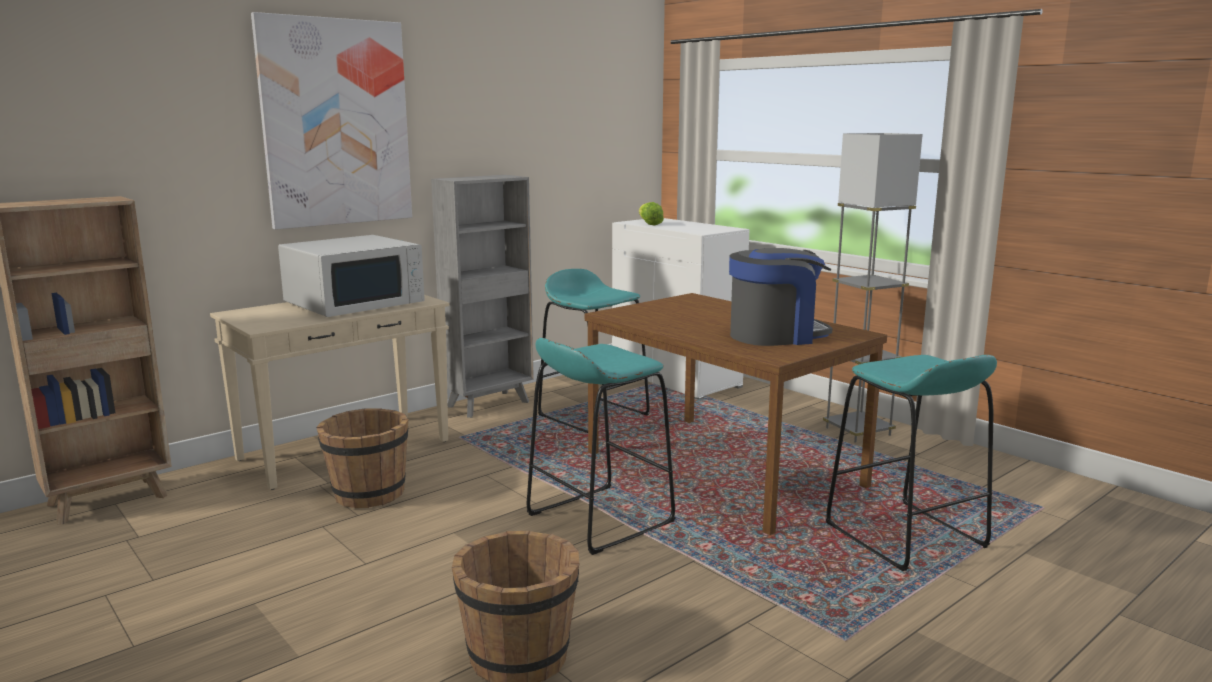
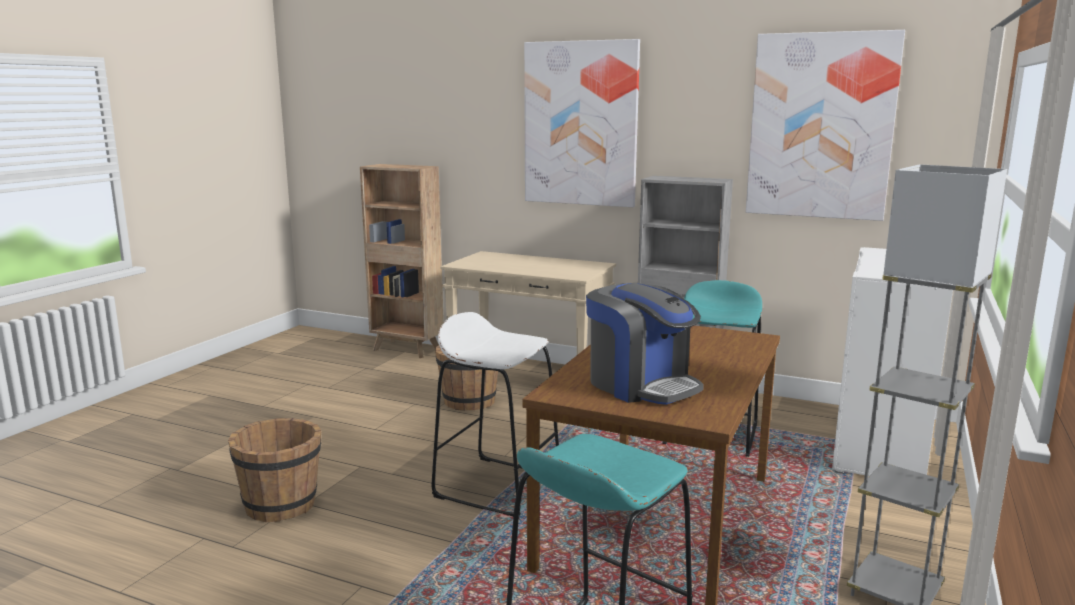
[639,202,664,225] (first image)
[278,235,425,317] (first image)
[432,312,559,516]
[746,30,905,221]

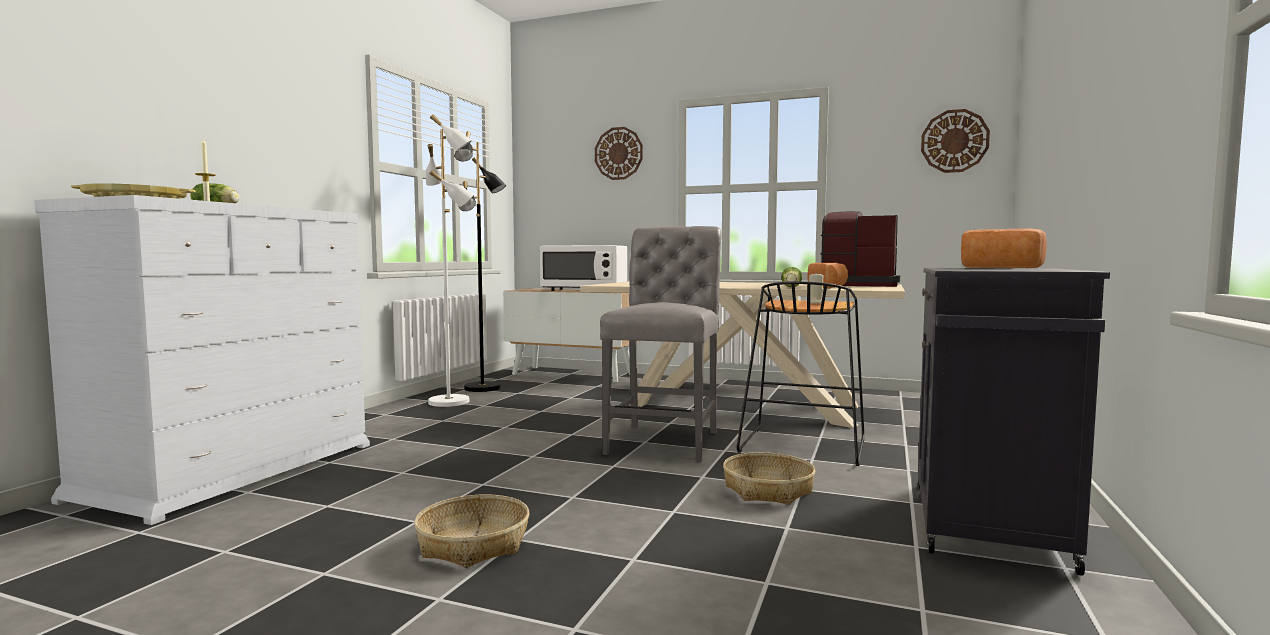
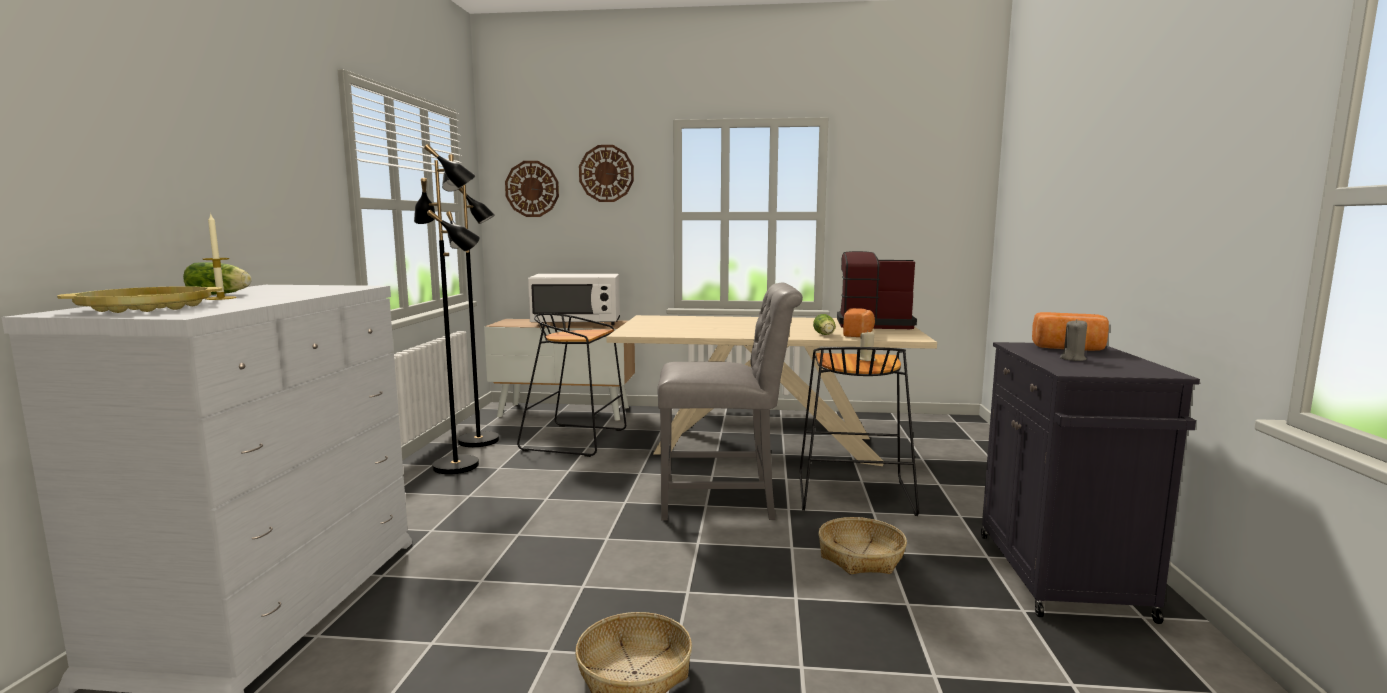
[505,161,559,217]
[414,144,480,474]
[657,283,803,520]
[517,313,626,457]
[1060,319,1087,361]

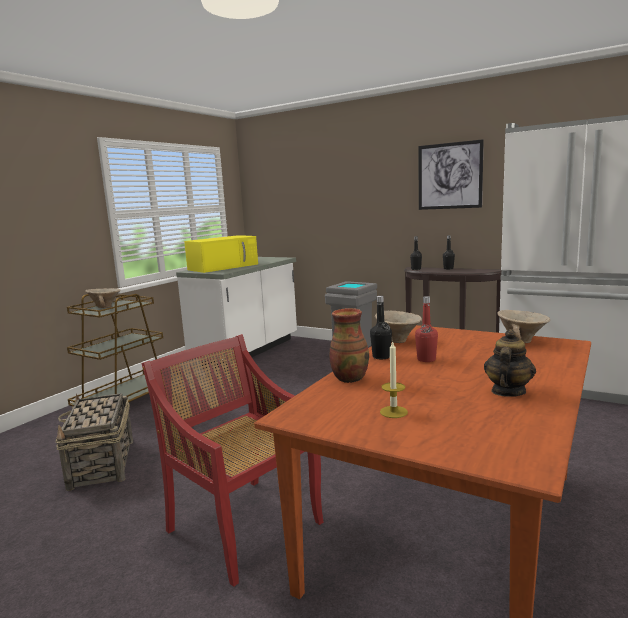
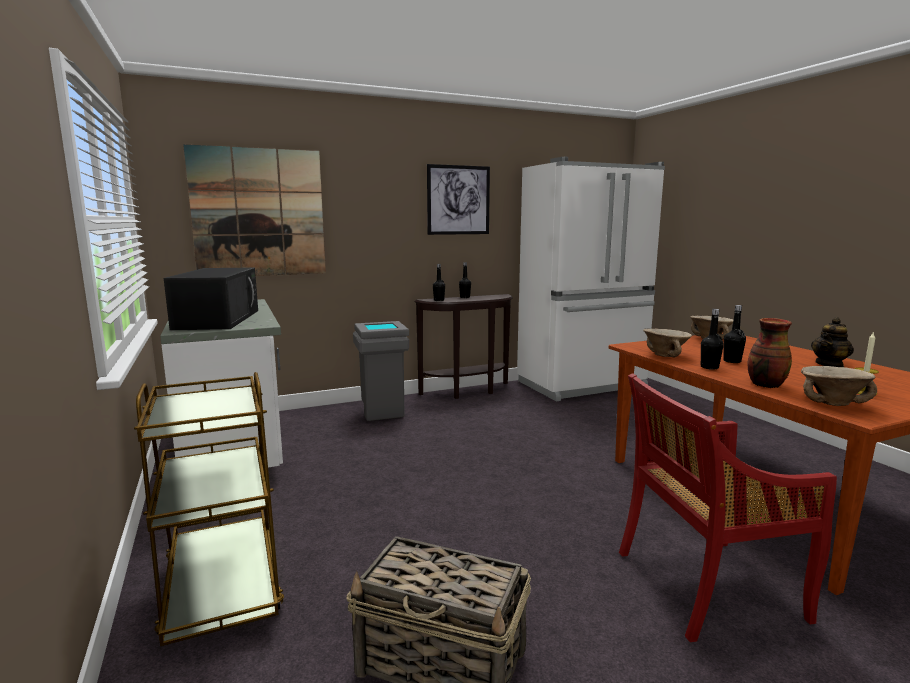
[164,268,258,330]
[801,366,877,406]
[723,305,746,363]
[811,317,854,367]
[183,144,326,276]

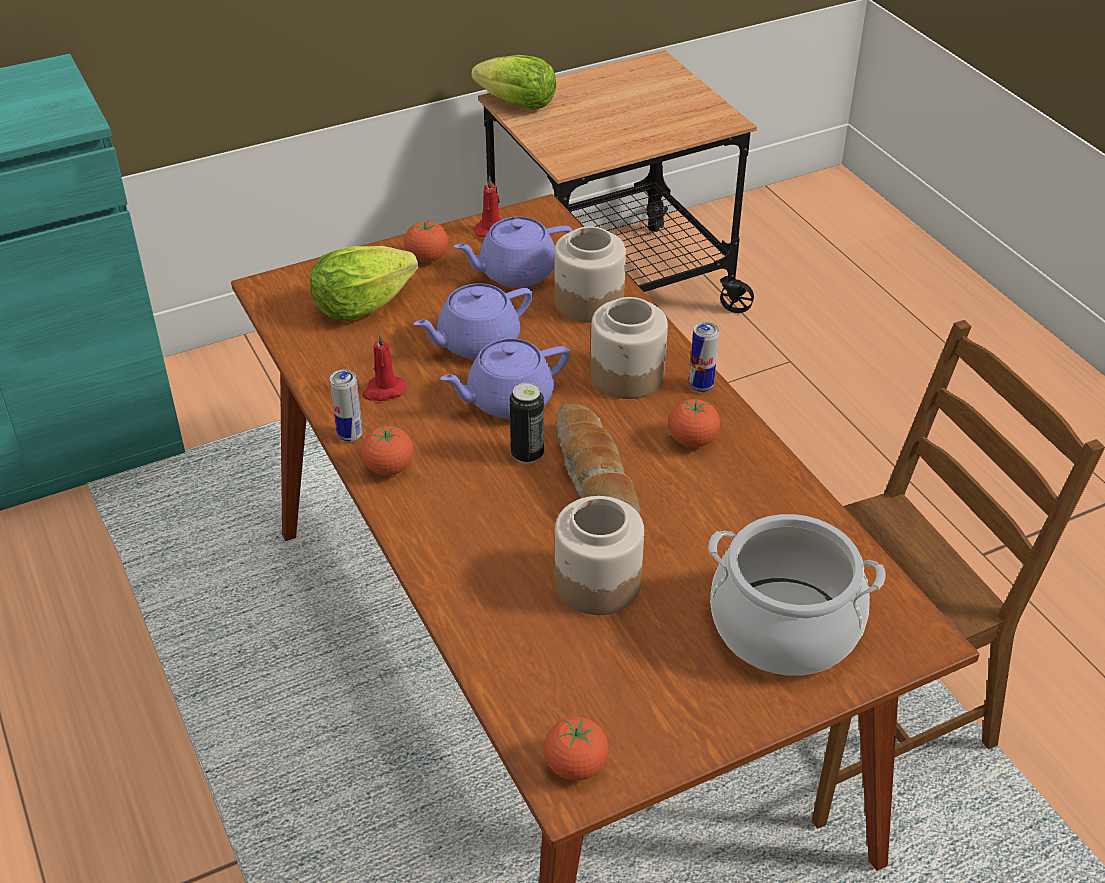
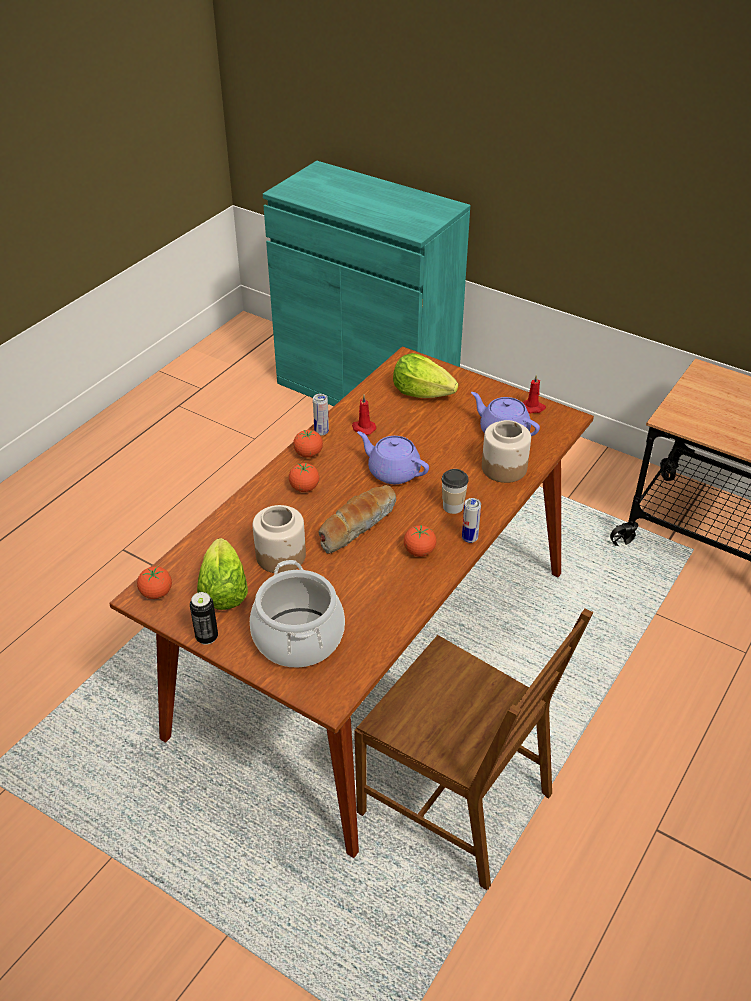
[197,538,248,610]
[289,463,319,492]
[413,283,533,360] (first image)
[442,469,468,514]
[190,592,218,645]

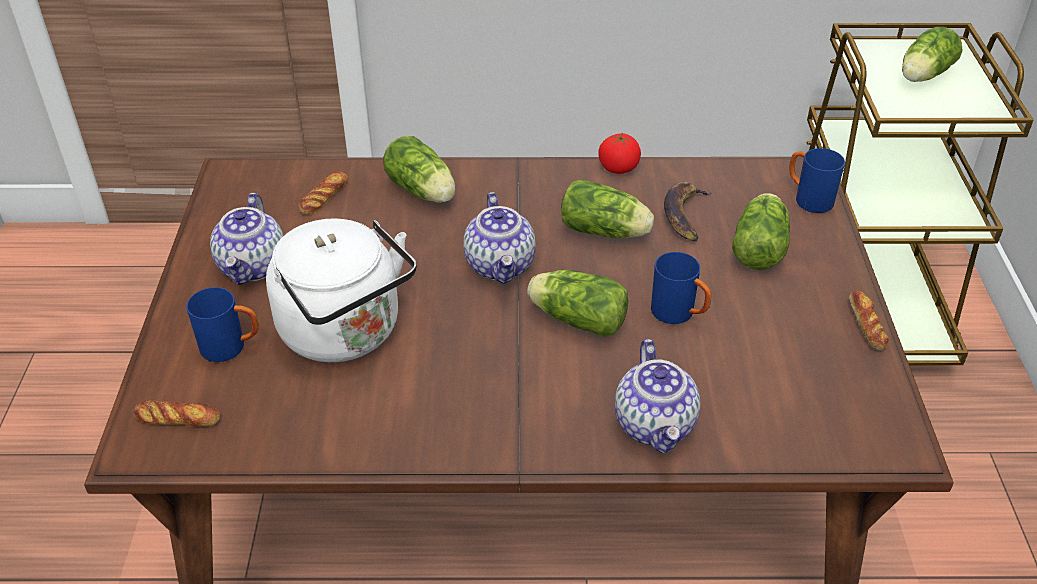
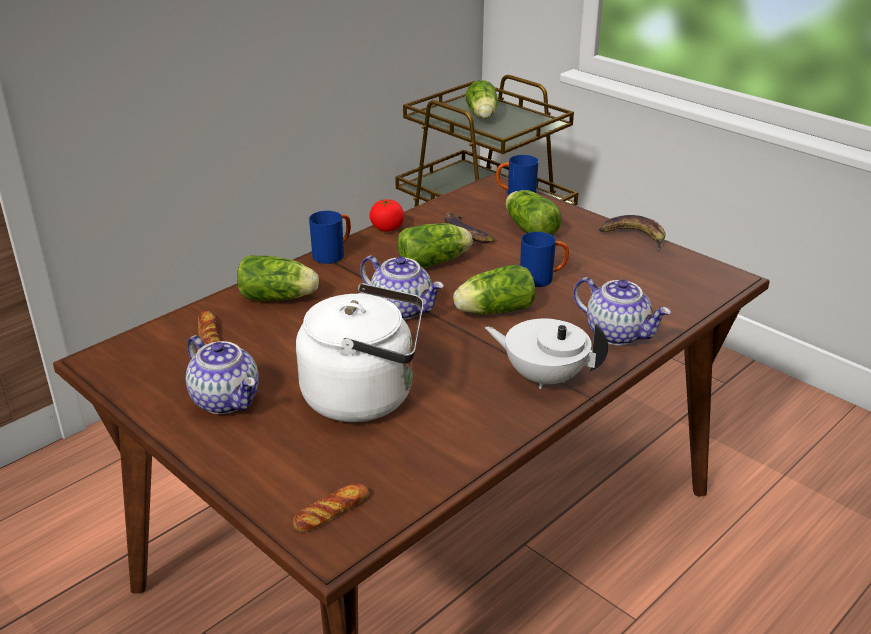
[309,211,351,264]
[599,215,665,251]
[485,318,608,389]

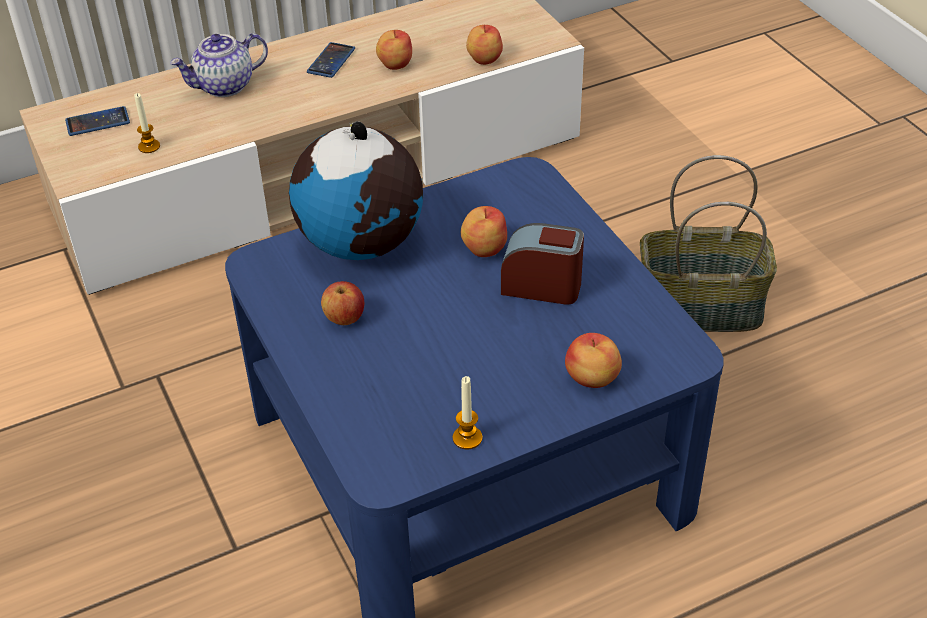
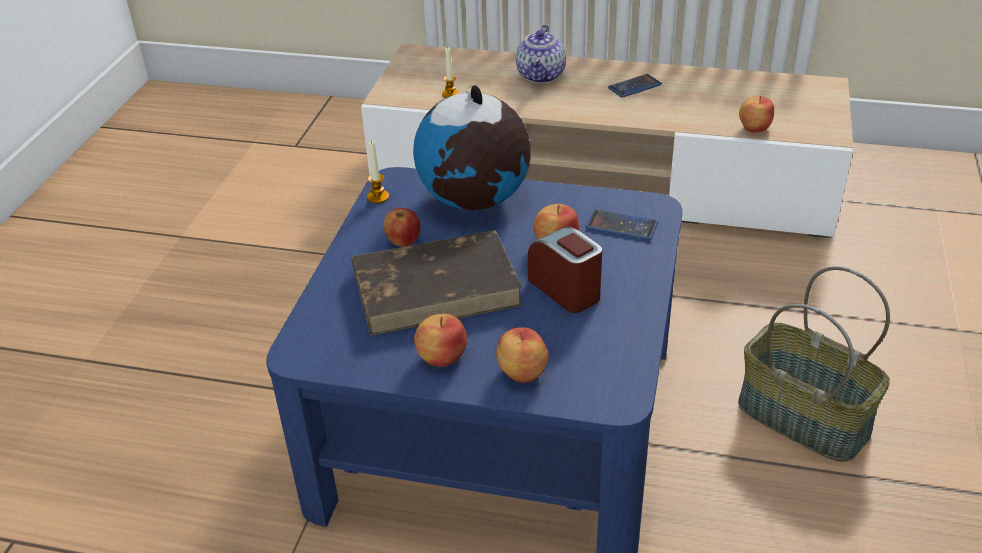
[414,314,467,367]
[516,25,566,83]
[586,209,658,240]
[367,140,389,203]
[352,230,522,336]

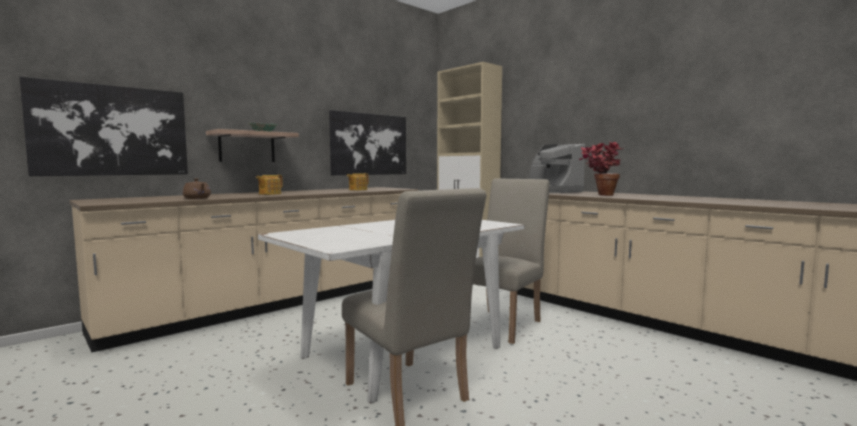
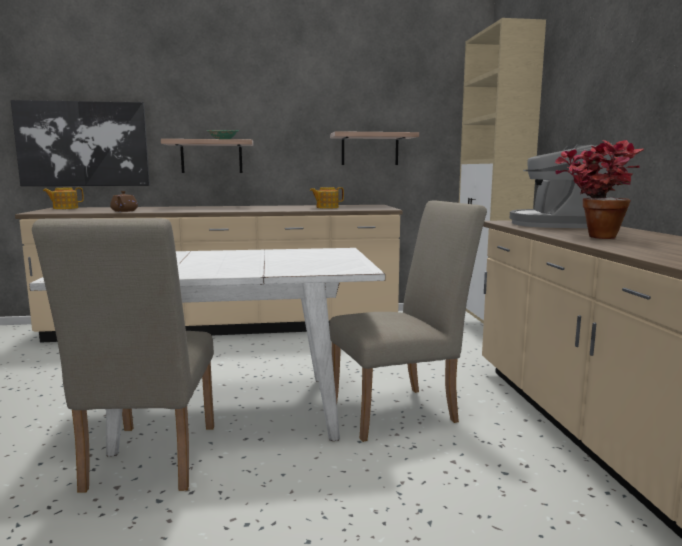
[330,131,419,165]
[43,187,84,209]

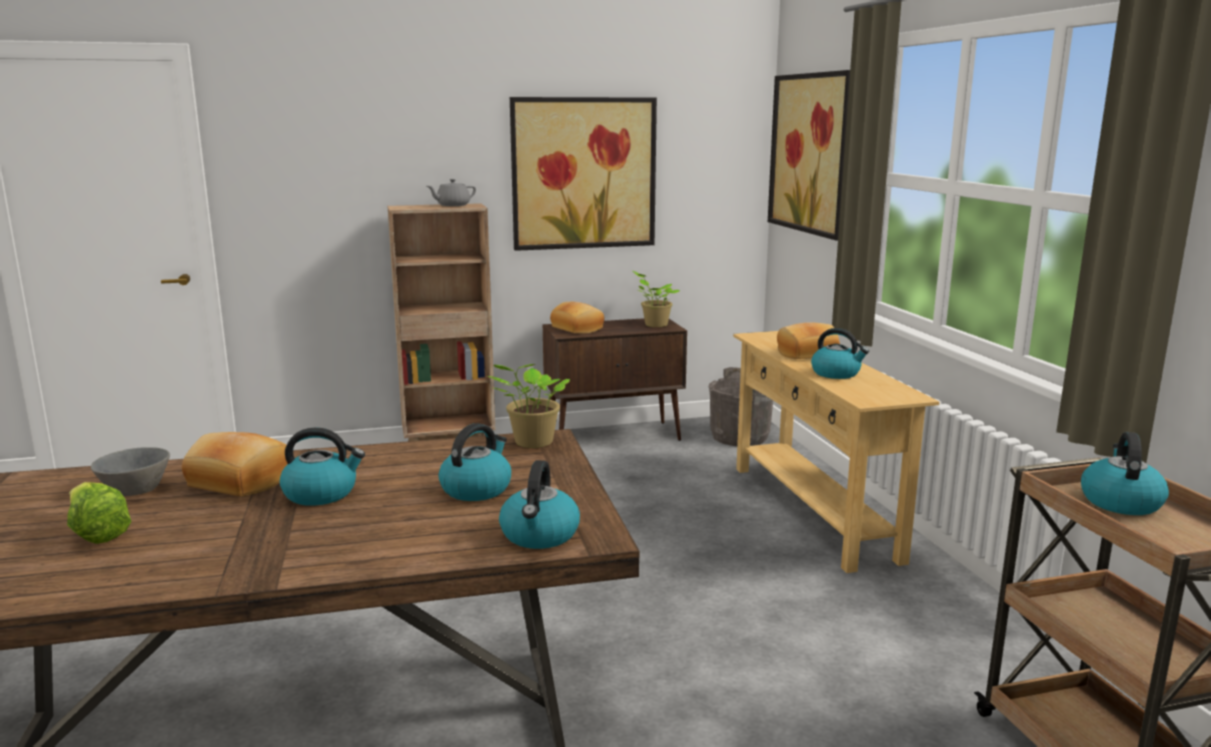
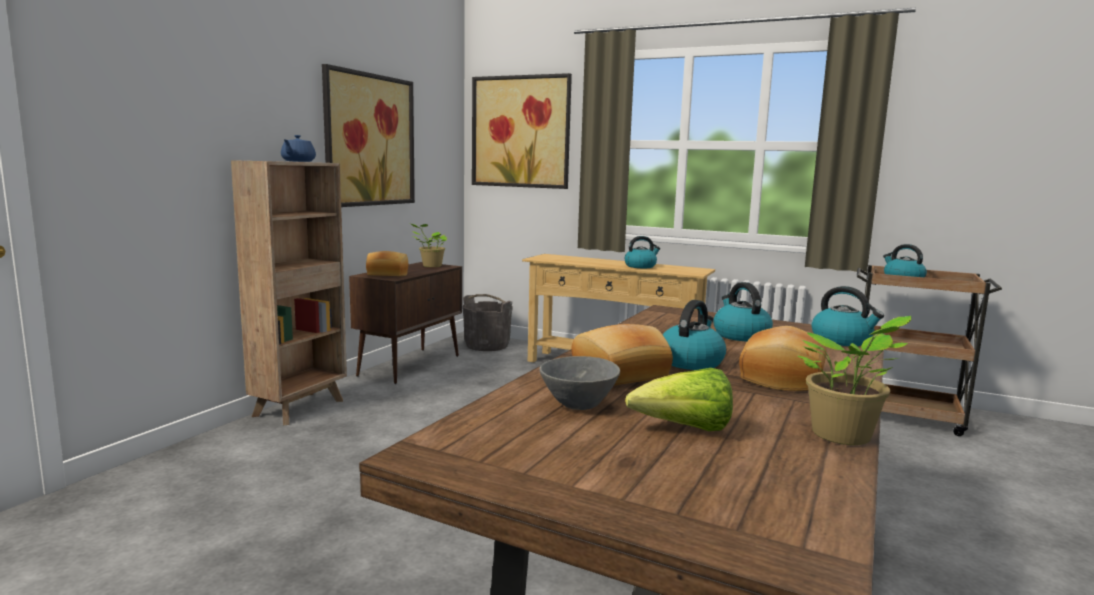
[281,135,316,162]
[739,326,826,391]
[798,316,911,445]

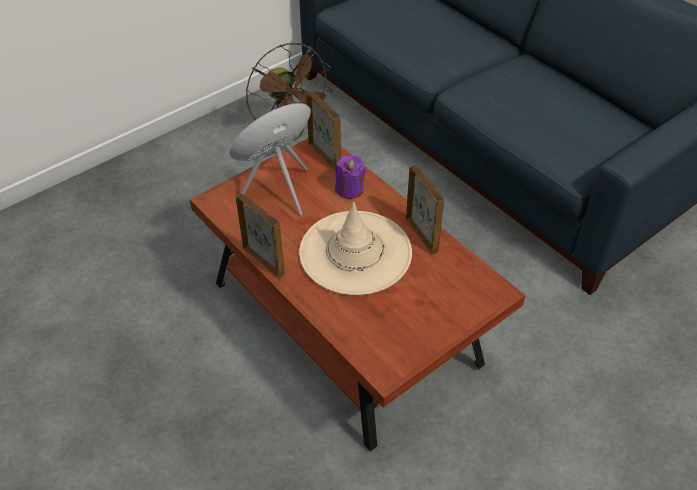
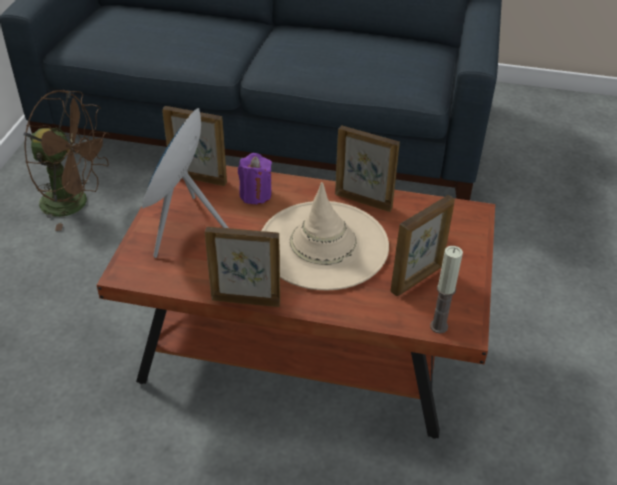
[390,195,455,296]
[430,246,463,333]

